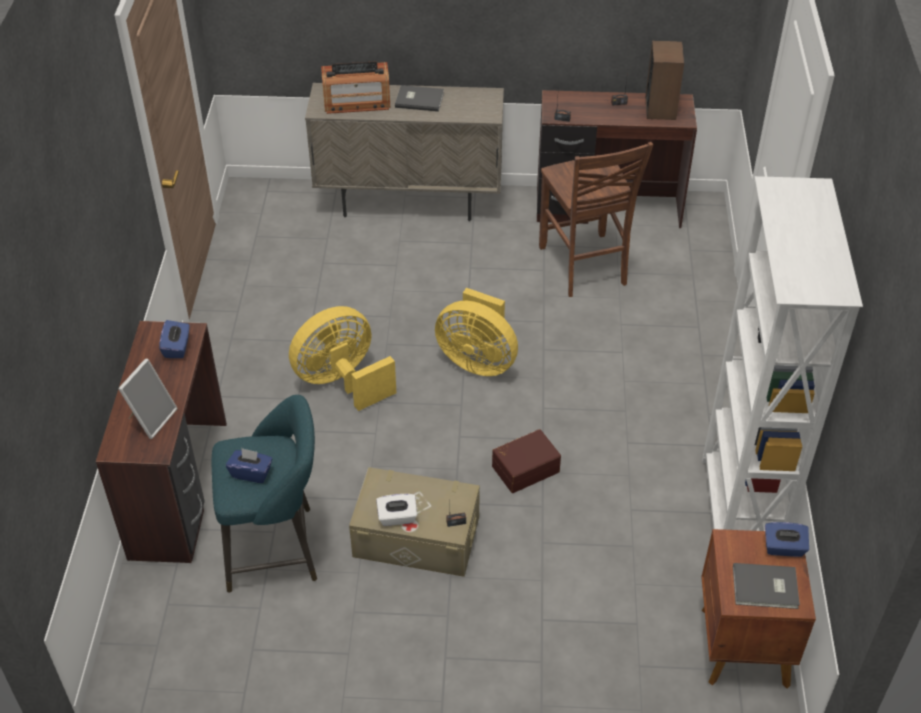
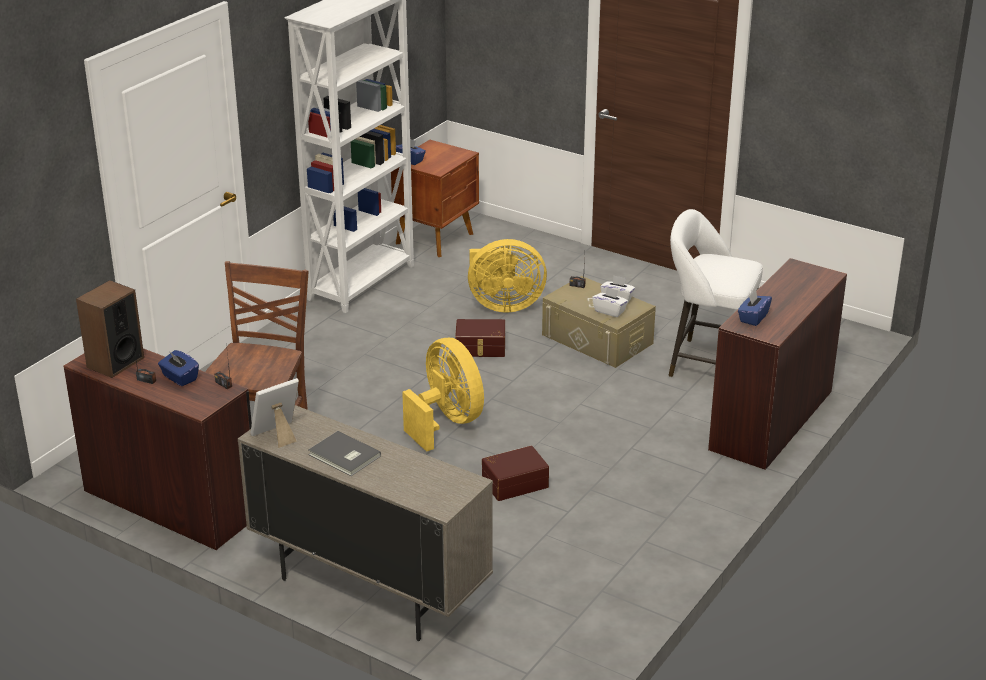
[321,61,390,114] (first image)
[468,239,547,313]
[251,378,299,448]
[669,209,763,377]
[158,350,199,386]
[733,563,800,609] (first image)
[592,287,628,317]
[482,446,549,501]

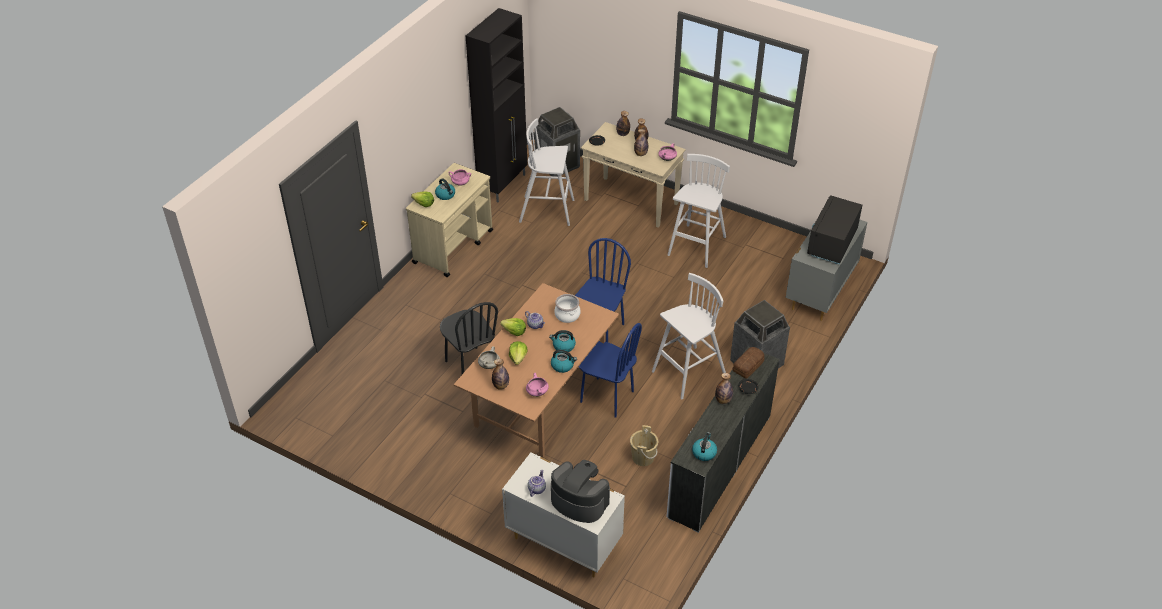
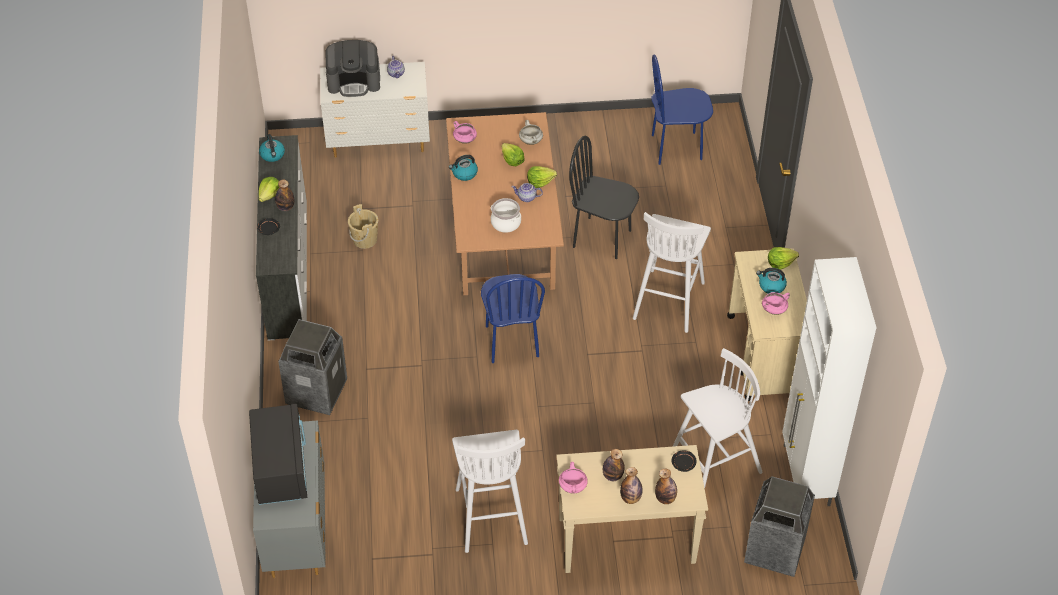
[782,257,877,506]
[633,212,711,333]
[651,55,713,165]
[549,330,576,352] (first image)
[732,347,765,379] (first image)
[492,359,509,390] (first image)
[259,177,279,202]

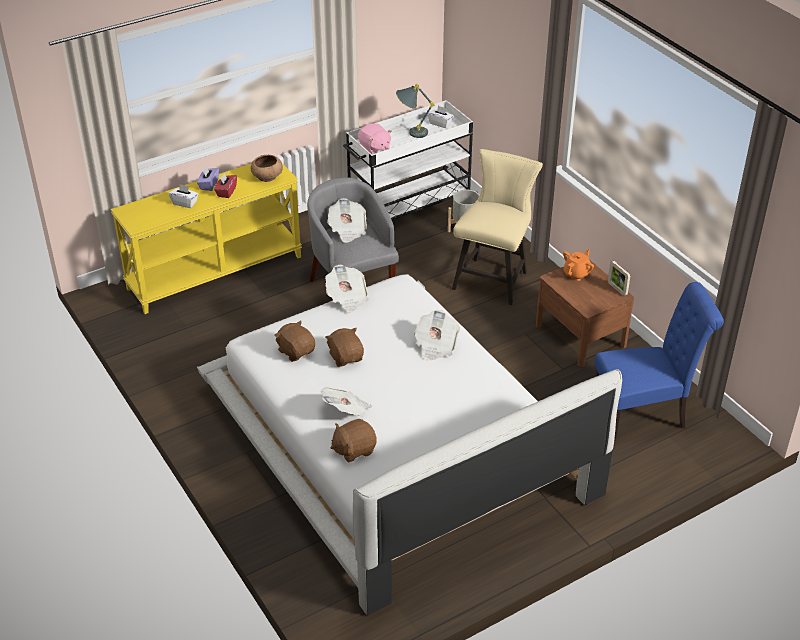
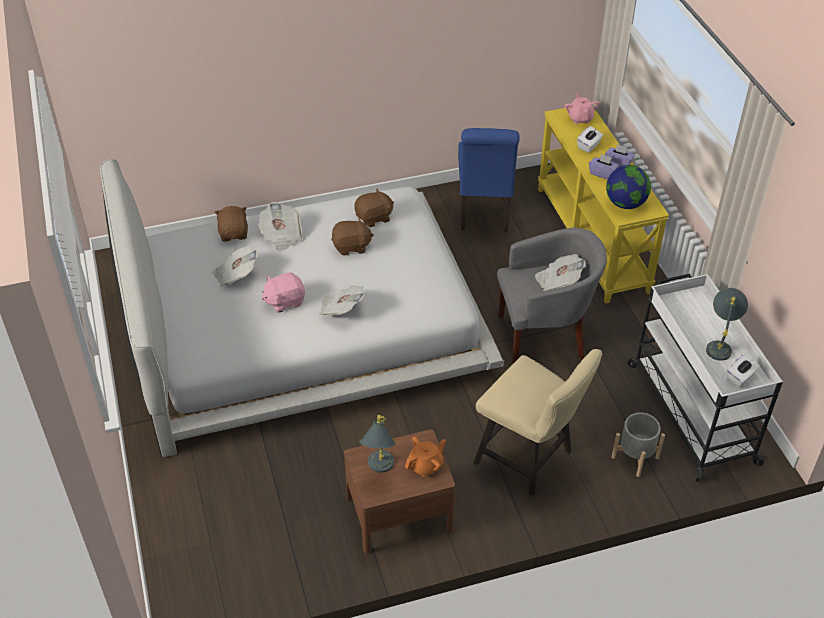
[261,272,305,313]
[606,165,651,209]
[589,154,619,180]
[405,436,446,477]
[608,261,630,296] (first image)
[213,245,258,287]
[458,128,520,232]
[565,93,599,124]
[360,415,396,473]

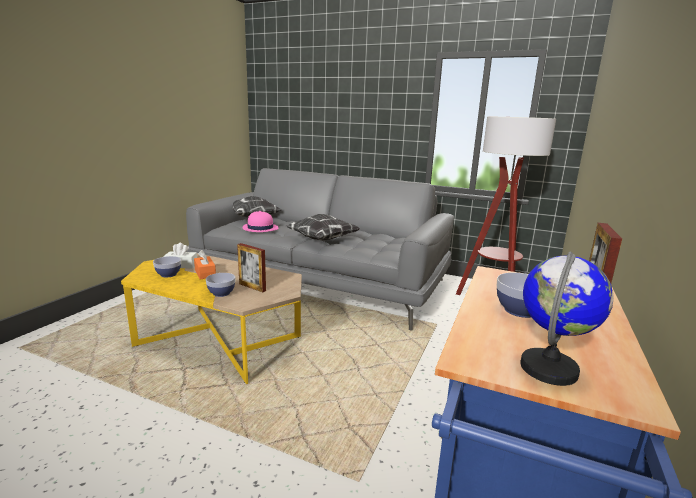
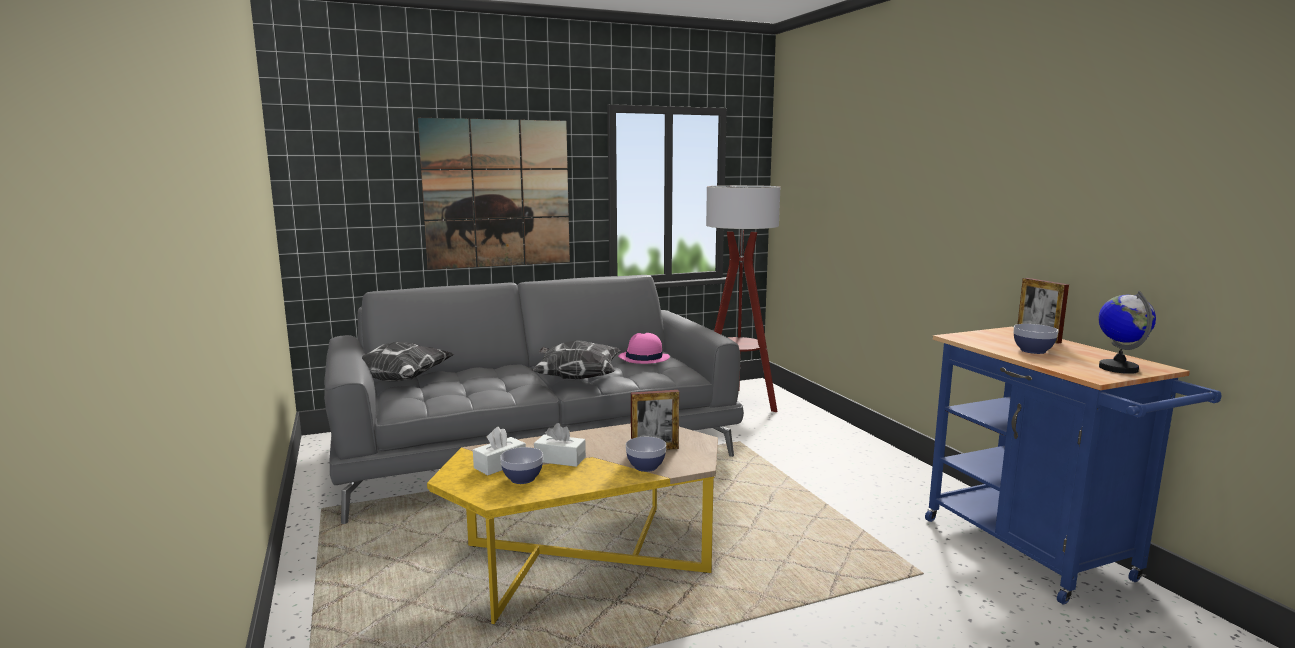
[618,333,670,364]
[534,423,586,467]
[418,118,570,270]

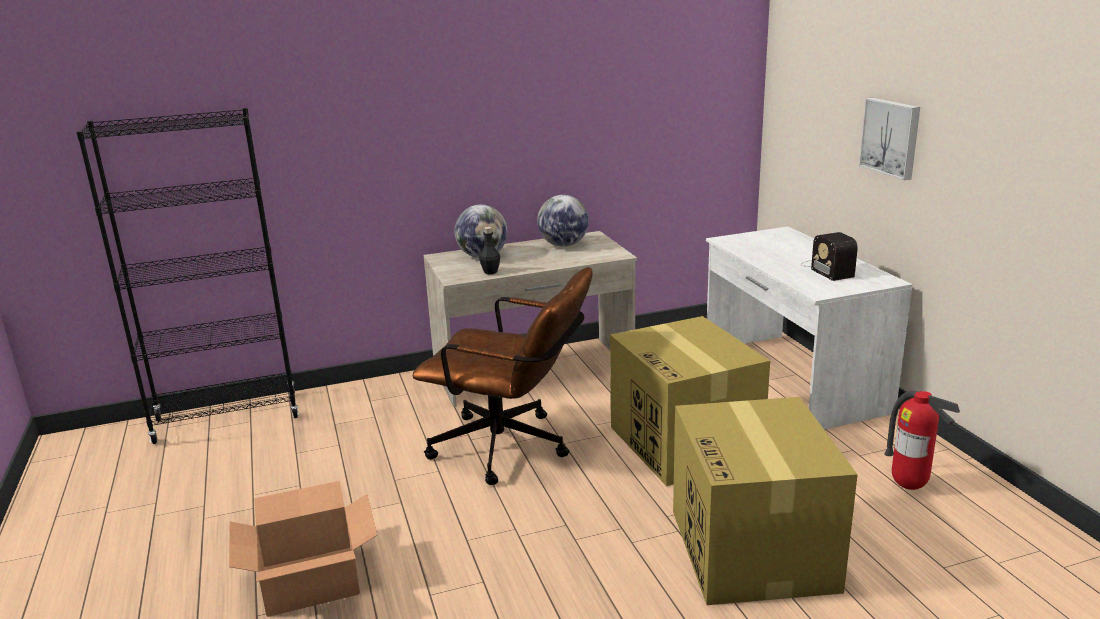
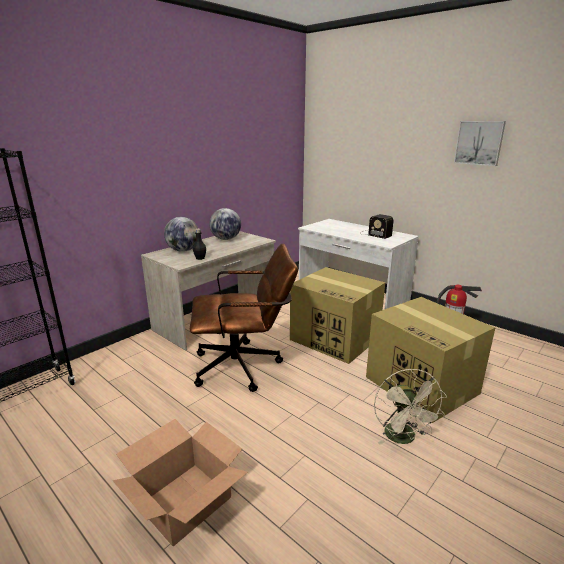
[454,121,506,166]
[374,369,447,445]

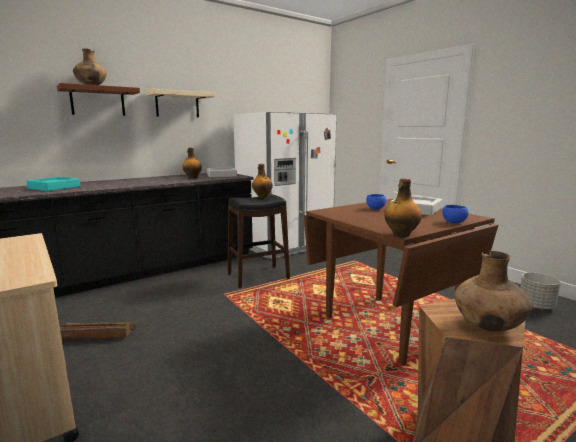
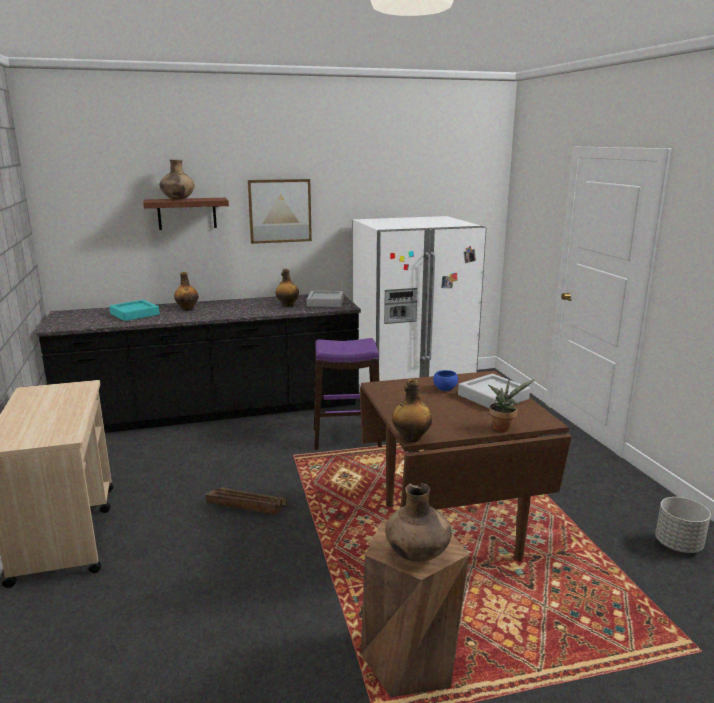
[247,179,312,244]
[174,272,198,311]
[314,338,382,450]
[488,379,535,432]
[205,487,287,515]

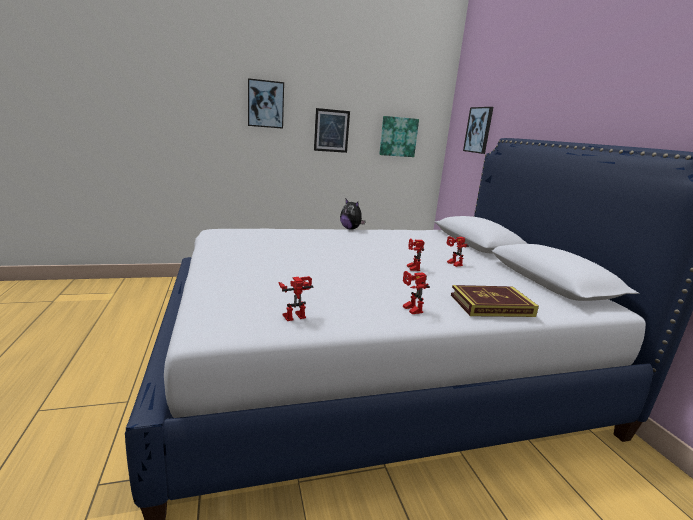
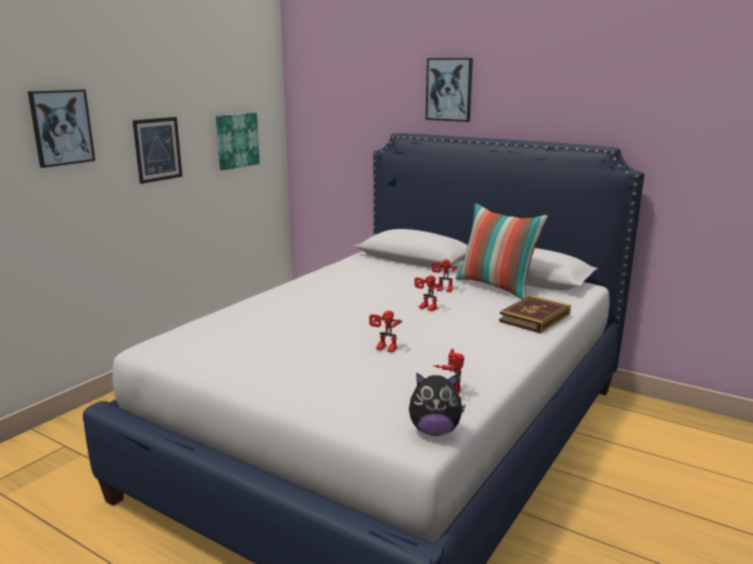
[426,58,473,122]
[409,373,466,436]
[369,310,402,353]
[456,203,548,300]

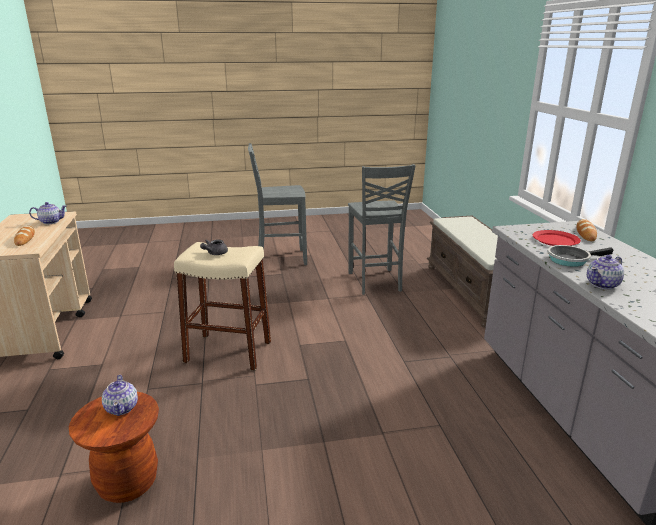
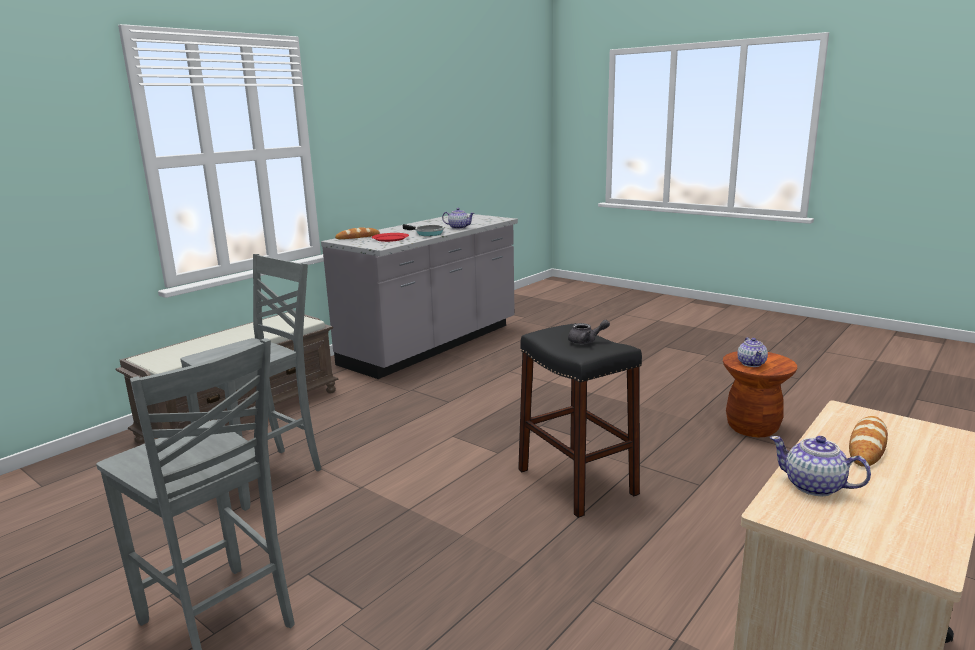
[518,323,642,518]
[737,337,768,367]

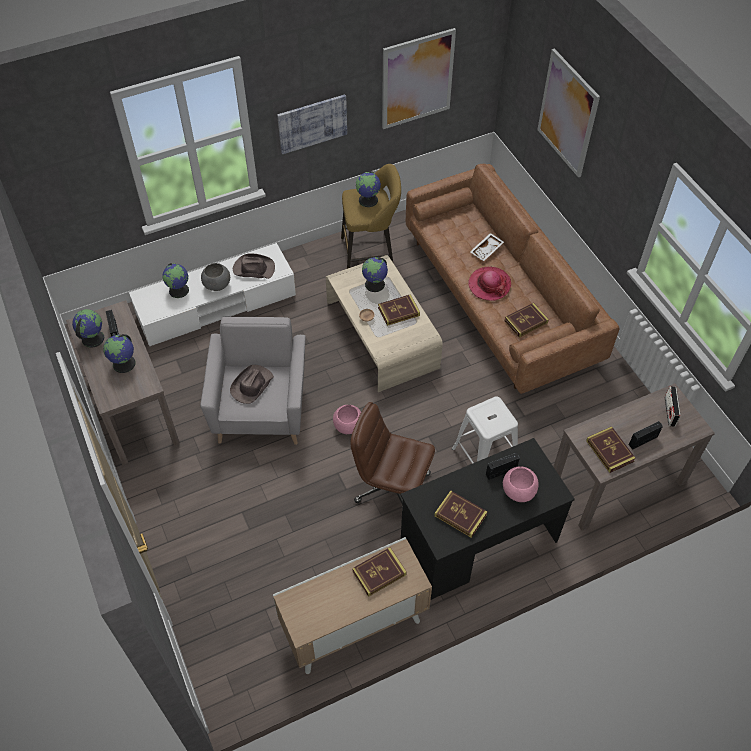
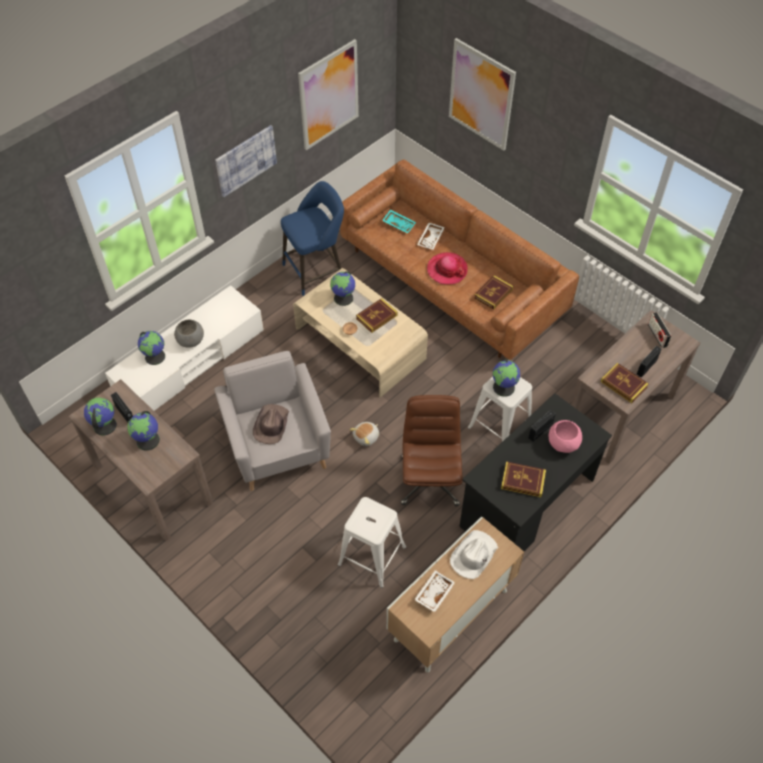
[281,181,344,296]
[492,359,520,397]
[233,254,275,279] (first image)
[401,395,462,506]
[349,422,379,446]
[450,530,498,579]
[382,209,416,234]
[338,497,406,588]
[414,570,455,613]

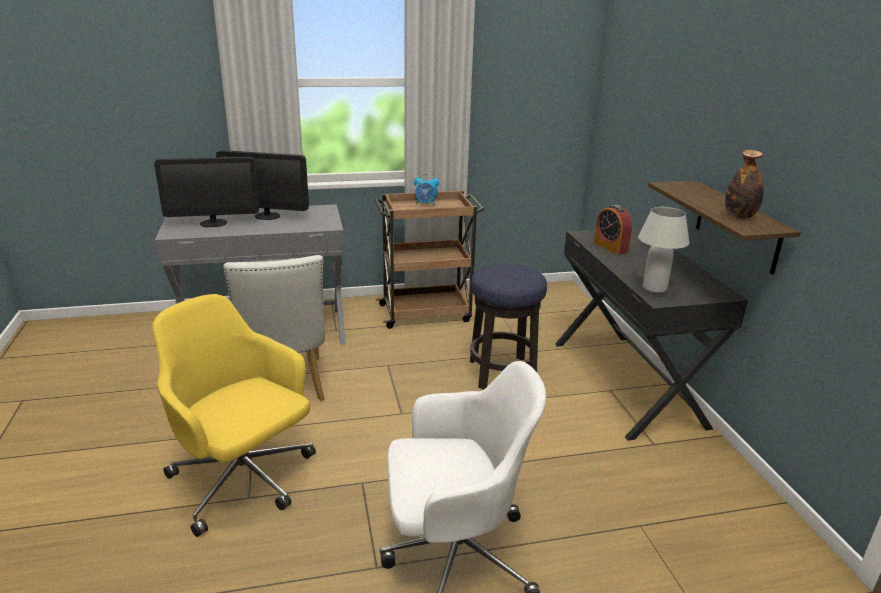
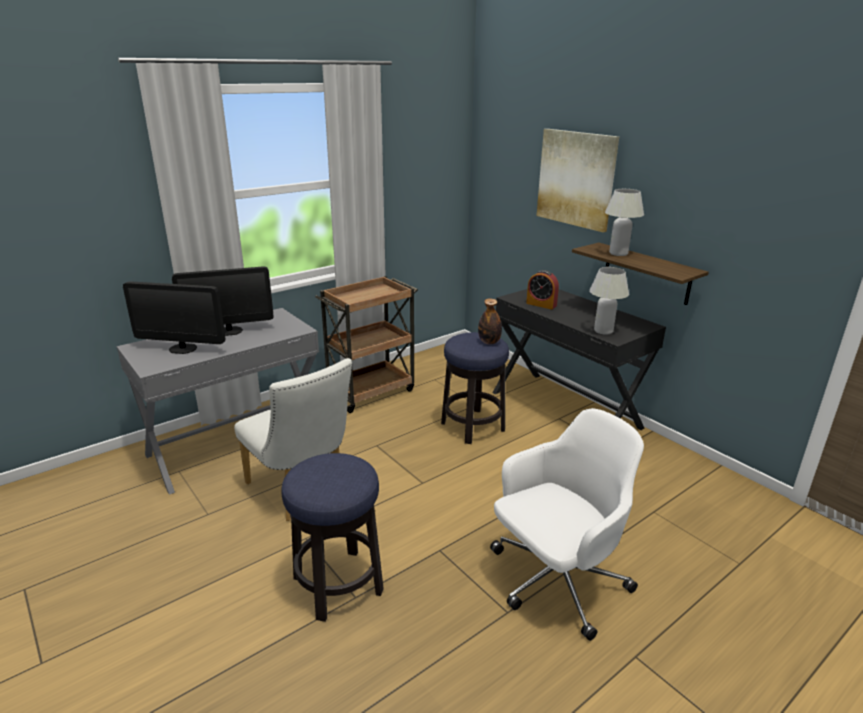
[478,298,502,344]
[123,281,225,354]
[414,173,439,205] (first image)
[282,453,384,622]
[536,129,619,232]
[605,189,644,256]

